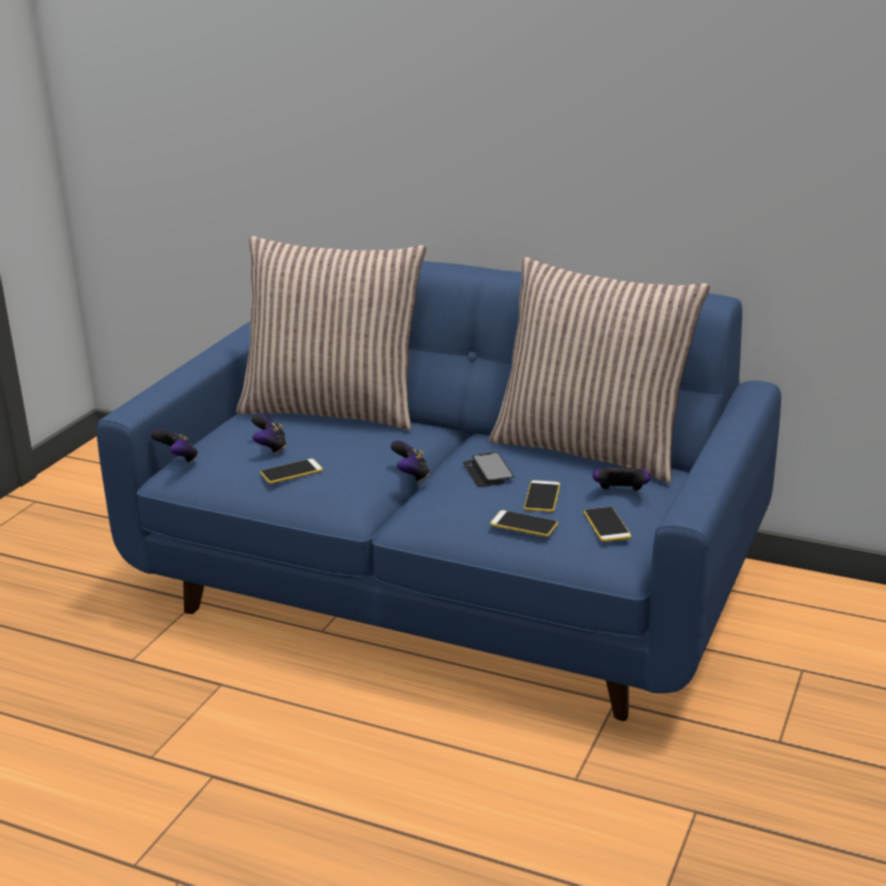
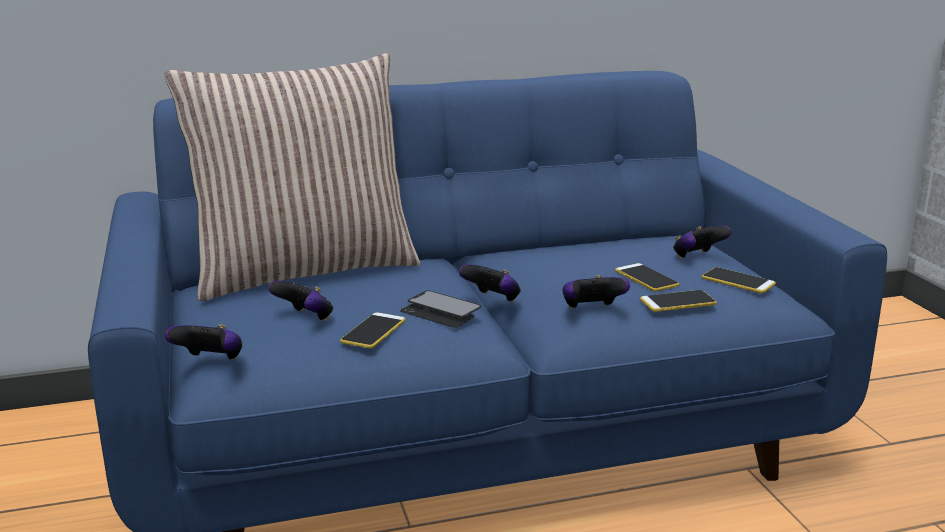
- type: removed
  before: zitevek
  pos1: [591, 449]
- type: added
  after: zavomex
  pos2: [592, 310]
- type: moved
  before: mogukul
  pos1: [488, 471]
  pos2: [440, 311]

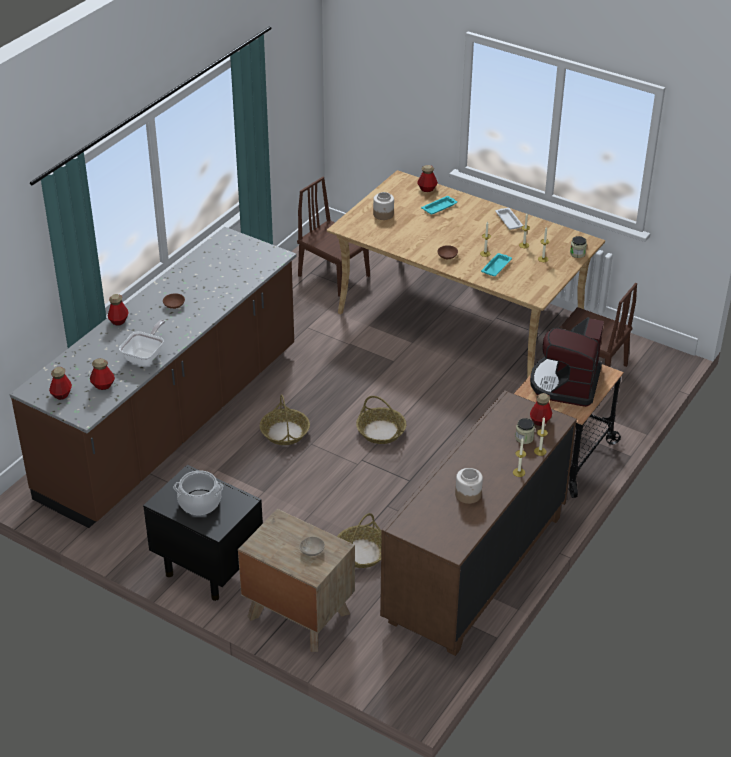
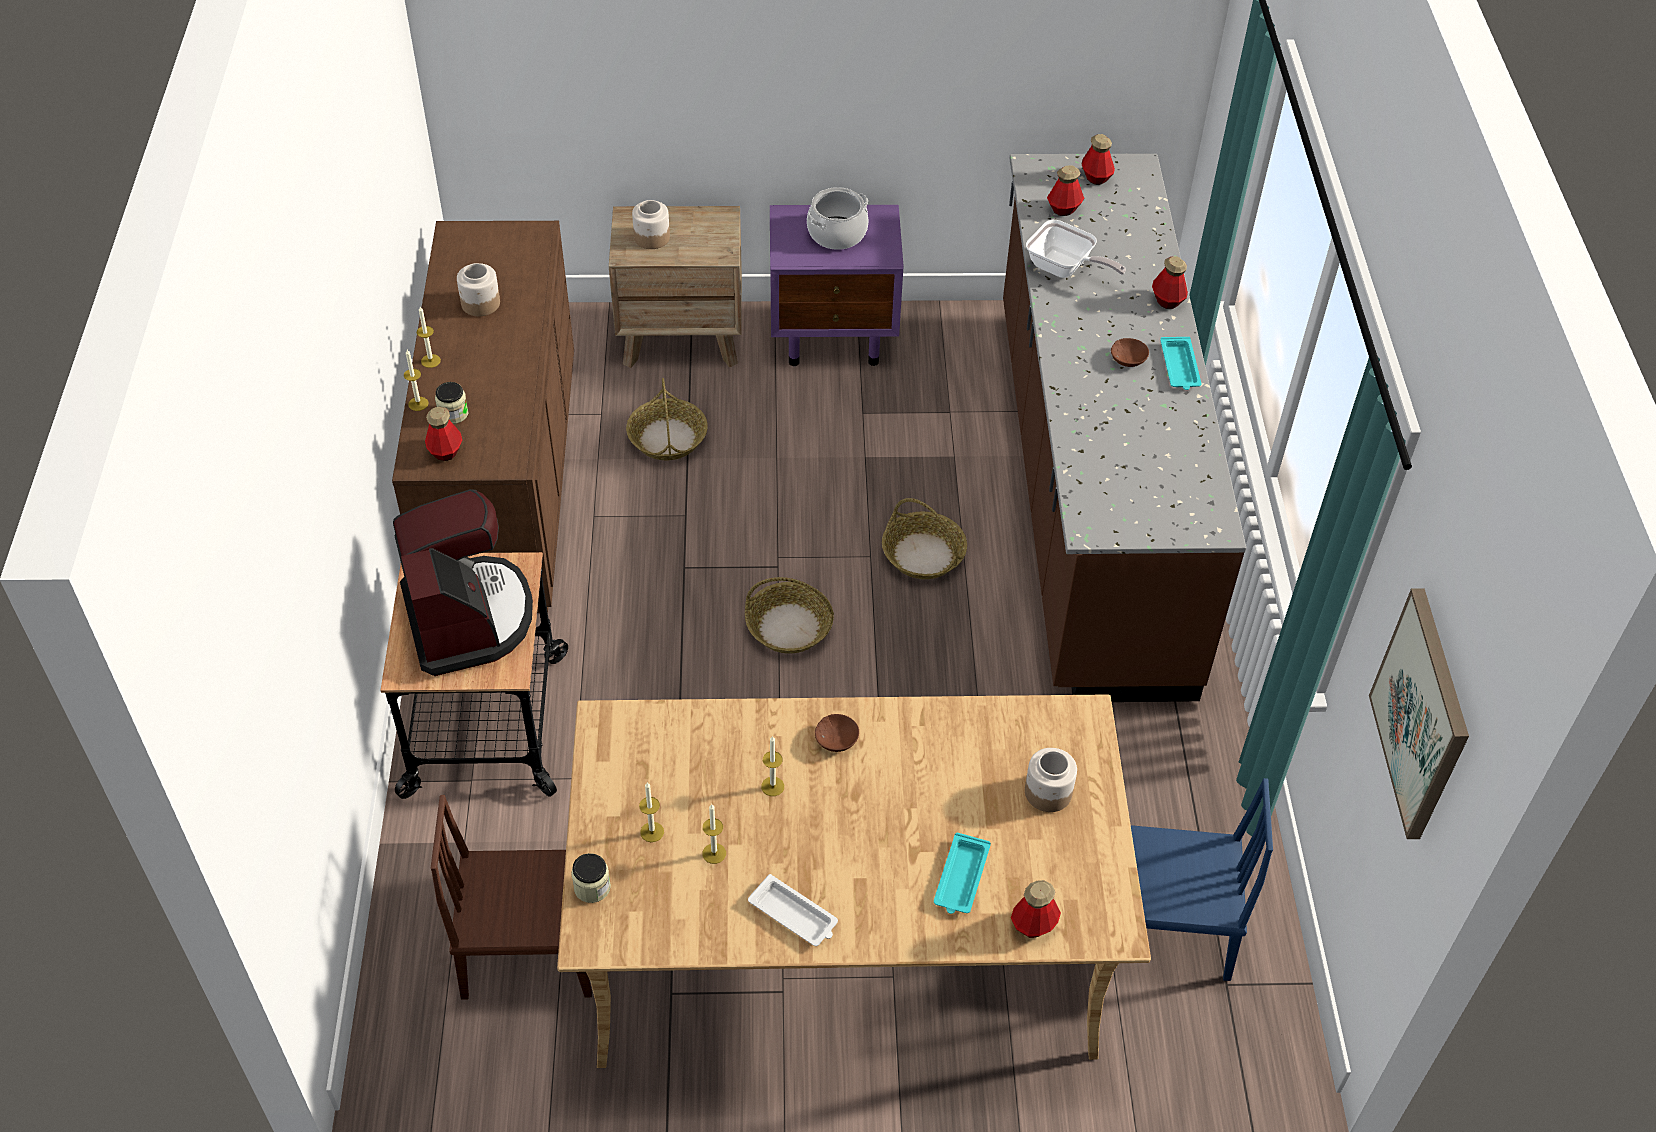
- type: added
  after: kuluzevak
  pos2: [1422, 714]
- type: moved
  before: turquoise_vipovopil
  pos1: [496, 267]
  pos2: [1179, 367]
- type: replaced
  before: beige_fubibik
  after: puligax
  pos1: [312, 551]
  pos2: [651, 238]
- type: recoloured
  before: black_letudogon
  after: purple_letudogon
  pos1: [207, 568]
  pos2: [834, 336]
- type: recoloured
  before: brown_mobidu
  after: blue_mobidu
  pos1: [334, 276]
  pos2: [1164, 928]
- type: turned
  before: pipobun
  pos1: [146, 356]
  pos2: [1064, 269]
  turn: -45

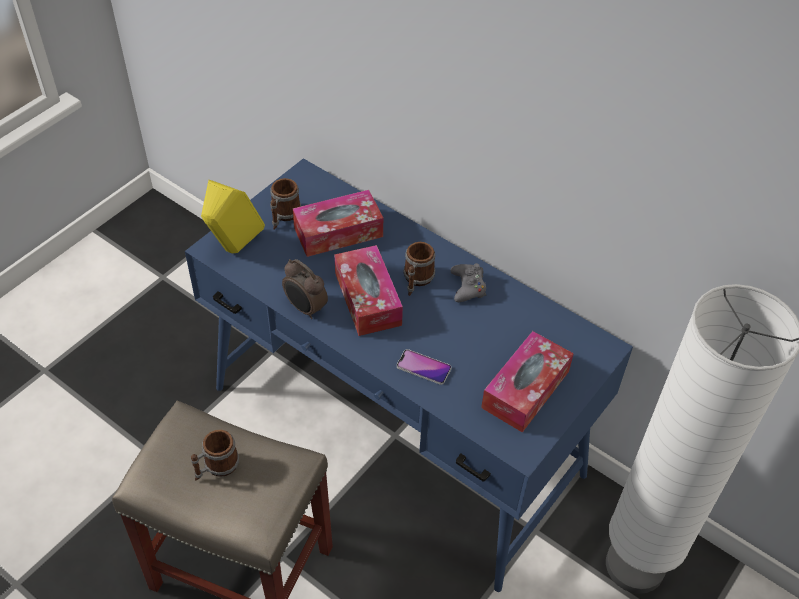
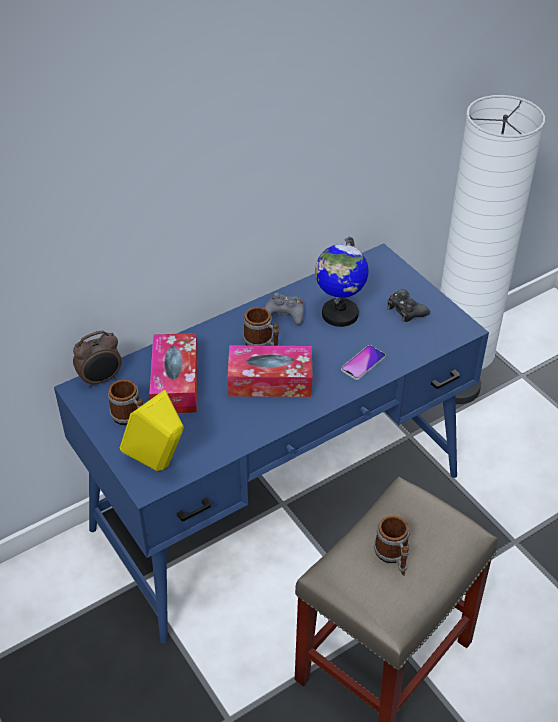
- type: added
  after: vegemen
  pos2: [339, 314]
- type: moved
  before: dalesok
  pos1: [305, 308]
  pos2: [101, 380]
- type: replaced
  before: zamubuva
  after: black_zavomex
  pos1: [525, 389]
  pos2: [406, 310]

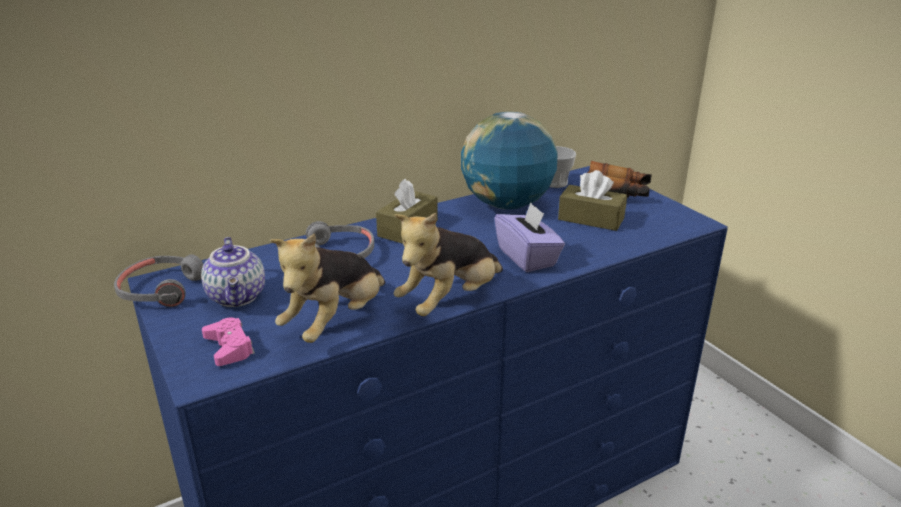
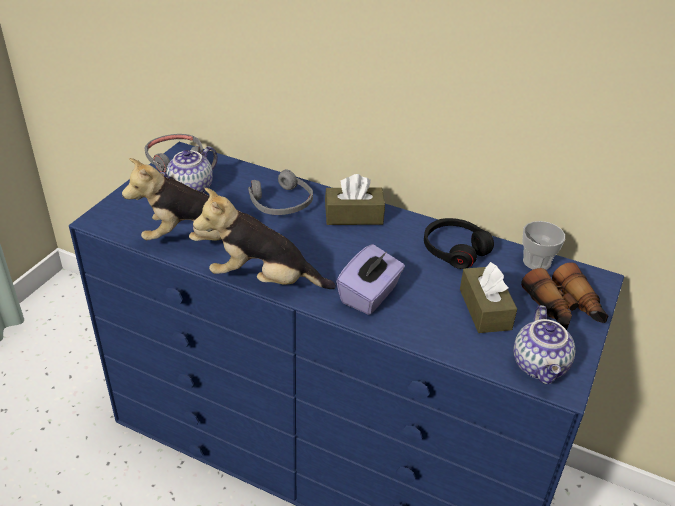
- type: removed
  before: pink_zavomex
  pos1: [229, 348]
- type: added
  after: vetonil
  pos2: [541, 366]
- type: replaced
  before: vegemen
  after: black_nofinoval
  pos1: [506, 205]
  pos2: [454, 250]

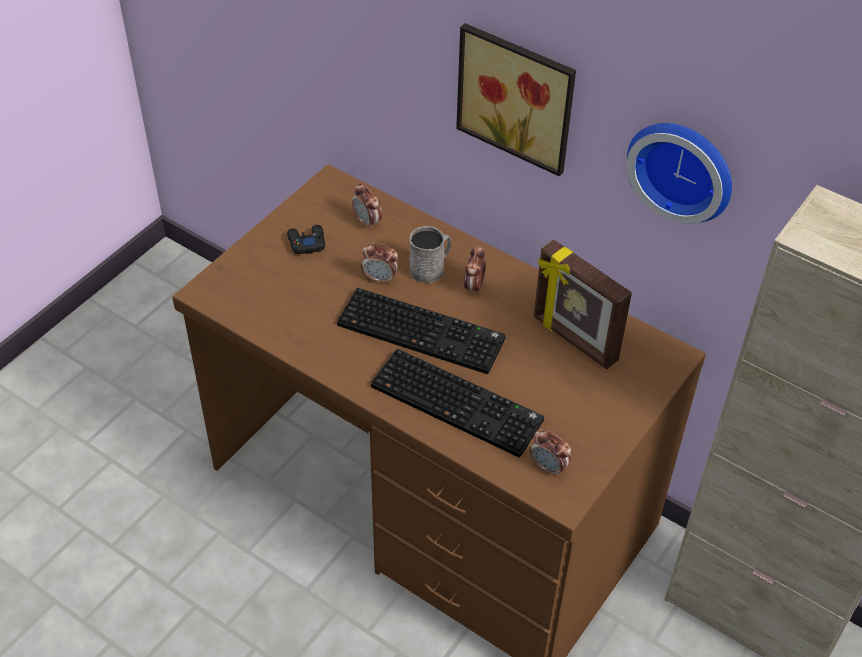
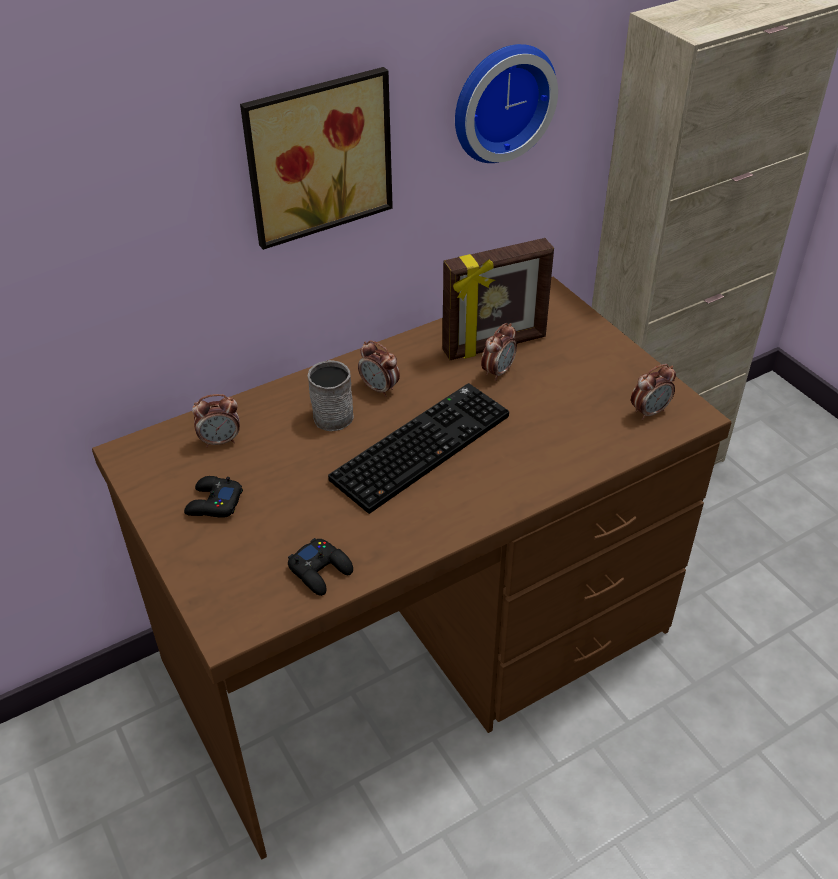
- type: removed
  before: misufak
  pos1: [459, 402]
- type: added
  after: black_zavomex
  pos2: [321, 571]
- type: moved
  before: dalesok
  pos1: [380, 278]
  pos2: [498, 372]

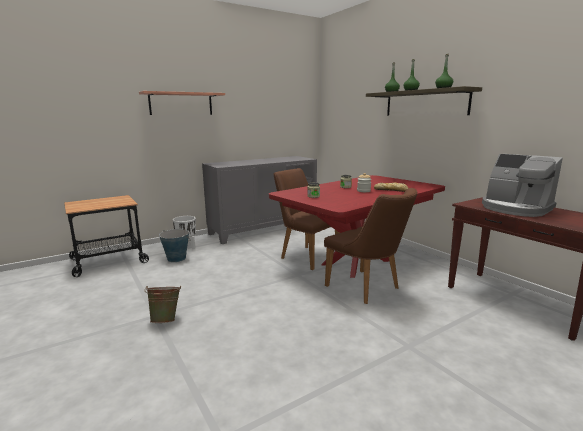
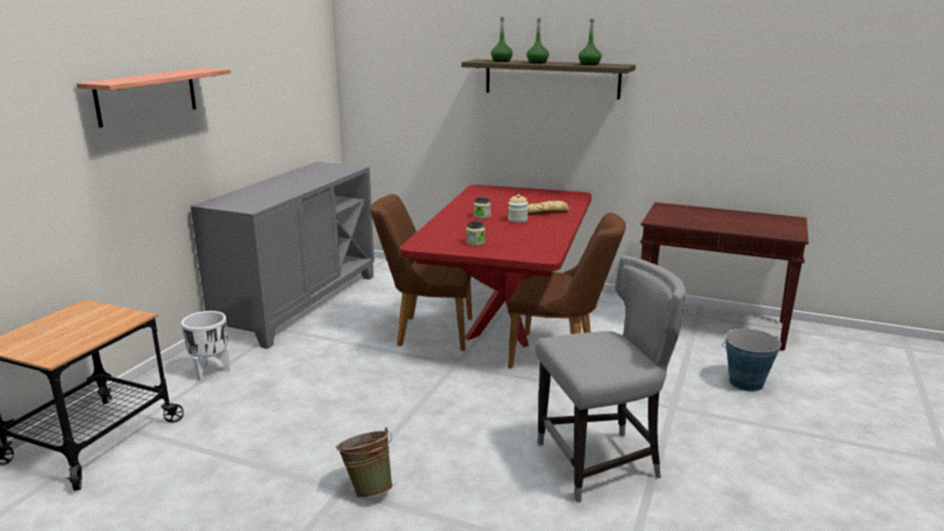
- type: removed
  before: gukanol
  pos1: [515, 208]
- type: added
  after: grey_mobidu
  pos2: [601, 463]
- type: moved
  before: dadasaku
  pos1: [176, 258]
  pos2: [745, 383]

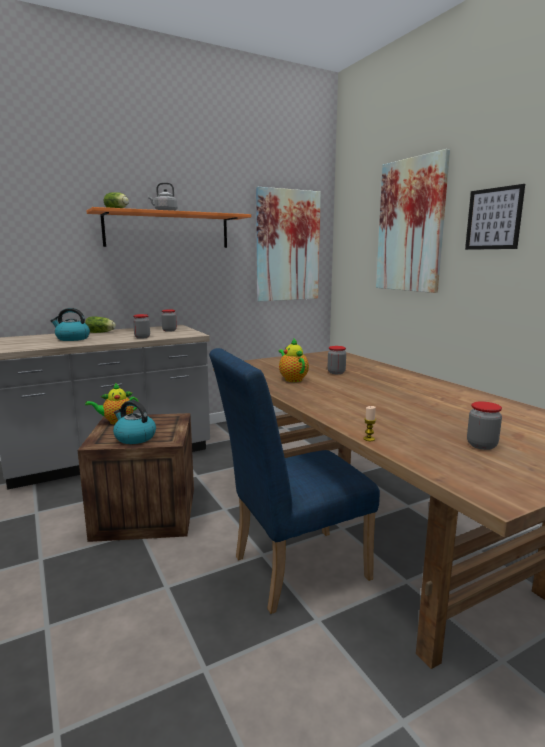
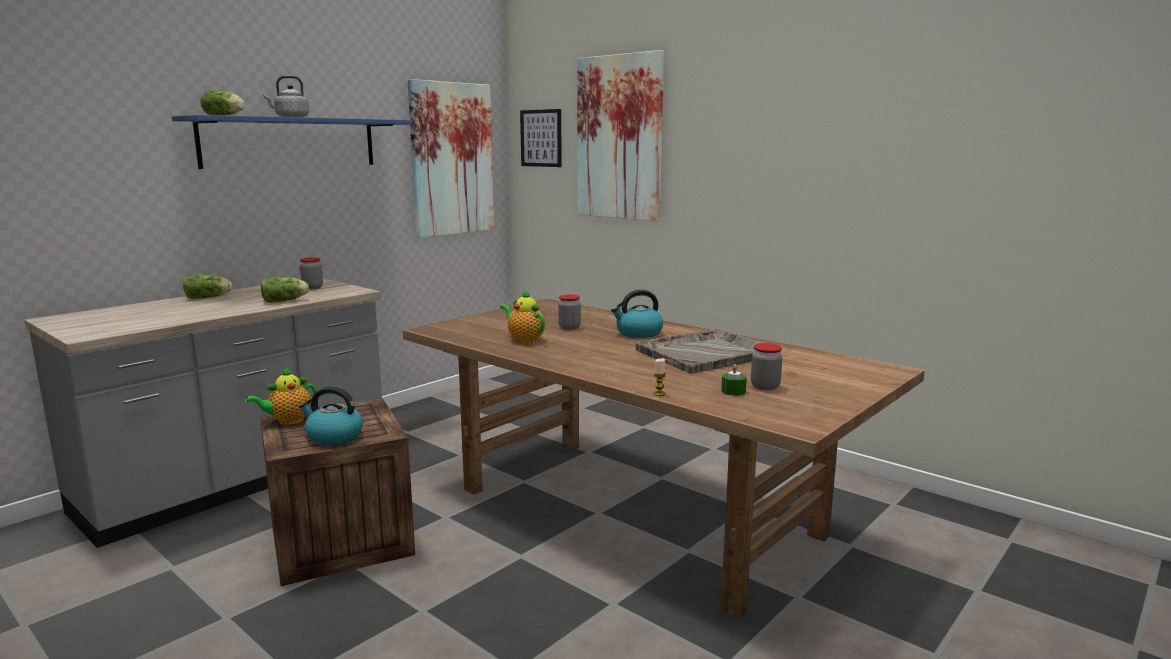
- type: removed
  before: blue_mobidu
  pos1: [291, 569]
- type: added
  after: grey_vipovopil
  pos2: [706, 353]
- type: added
  after: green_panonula
  pos2: [733, 391]
- type: moved
  before: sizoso
  pos1: [72, 339]
  pos2: [638, 333]
- type: moved
  before: kuluzevak
  pos1: [493, 219]
  pos2: [541, 138]
- type: replaced
  before: puligax
  after: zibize
  pos1: [142, 337]
  pos2: [286, 300]
- type: recoloured
  before: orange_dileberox
  after: blue_dileberox
  pos1: [167, 230]
  pos2: [290, 142]

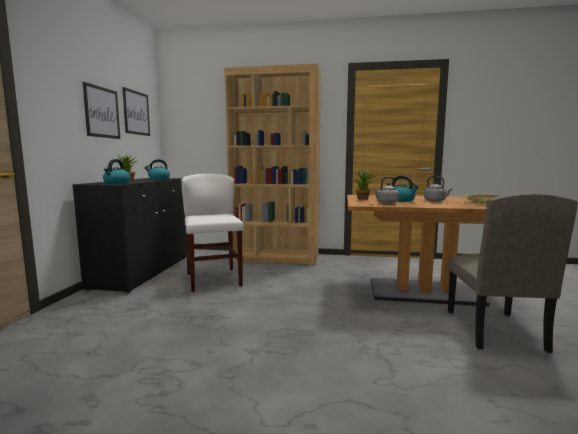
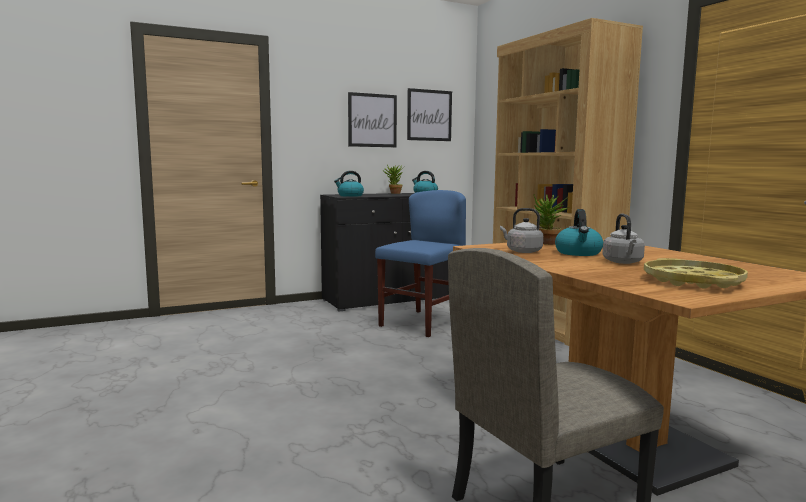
- type: recoloured
  before: white_mobidu
  after: blue_mobidu
  pos1: [213, 279]
  pos2: [423, 323]

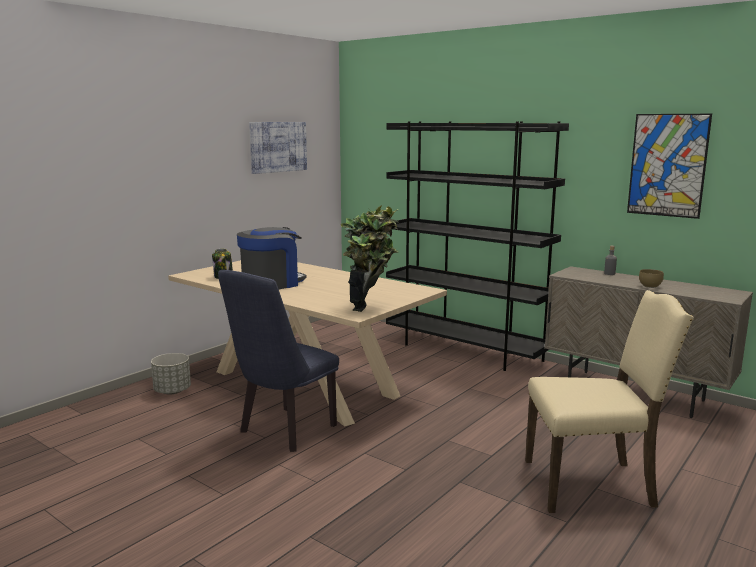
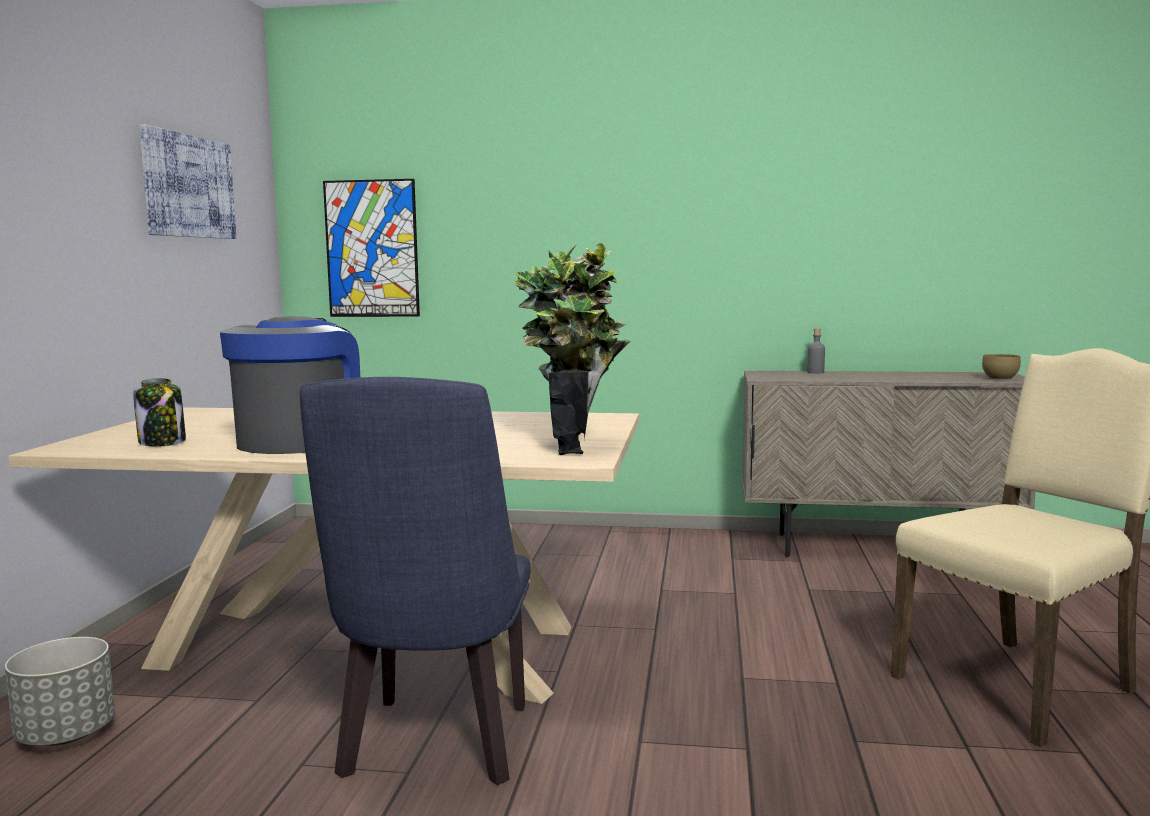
- type: removed
  before: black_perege
  pos1: [465, 351]
- type: moved
  before: kuluzevak
  pos1: [667, 165]
  pos2: [372, 249]
- type: moved
  before: brown_fubibik
  pos1: [650, 286]
  pos2: [999, 378]

